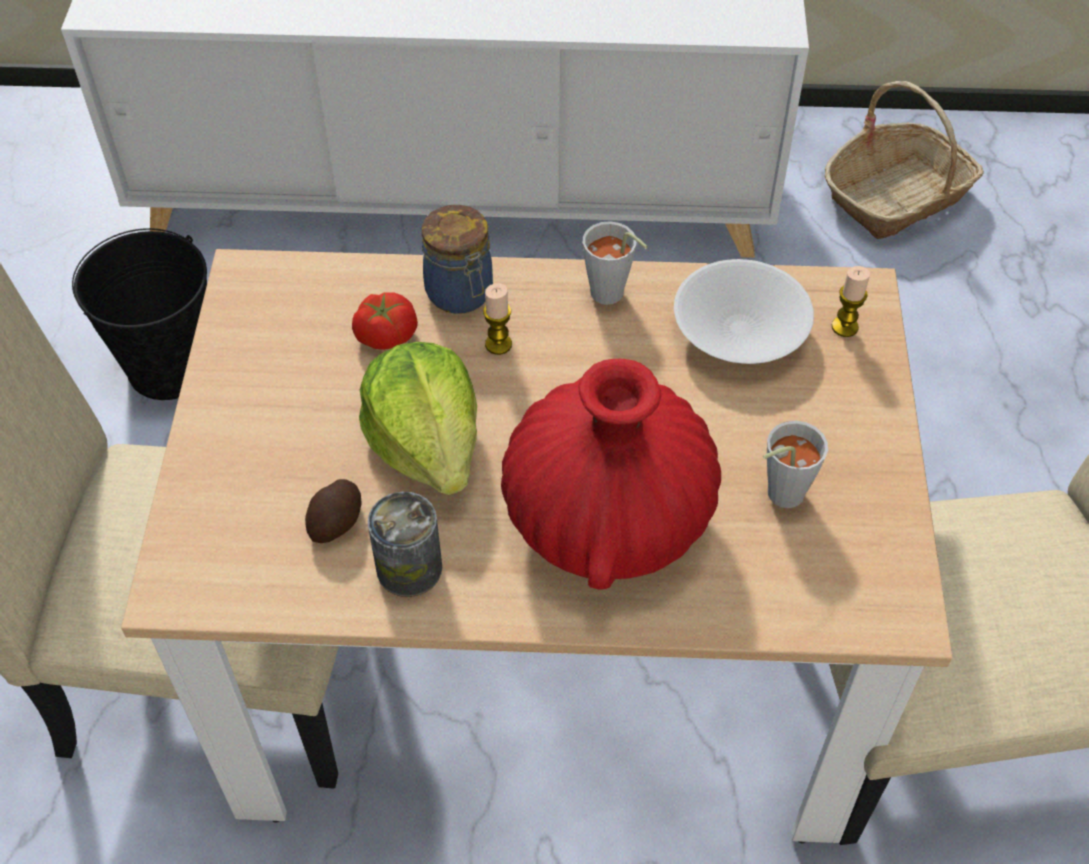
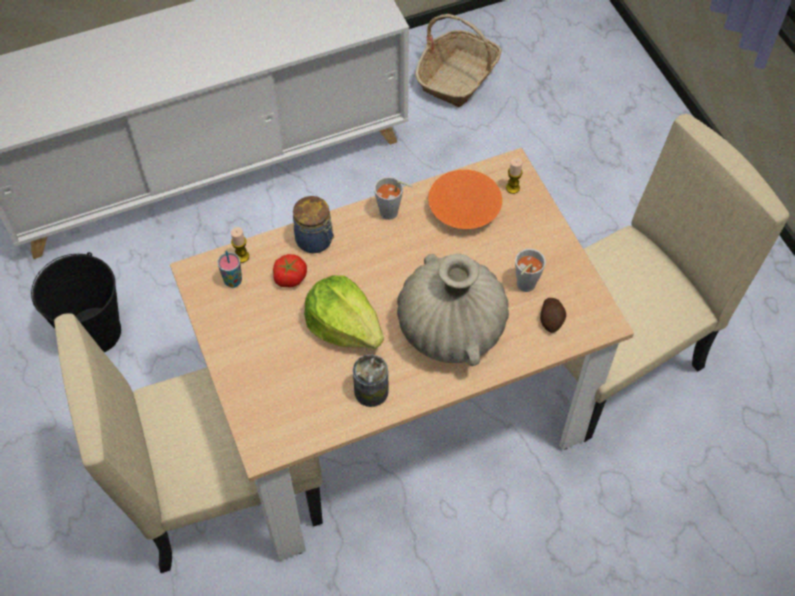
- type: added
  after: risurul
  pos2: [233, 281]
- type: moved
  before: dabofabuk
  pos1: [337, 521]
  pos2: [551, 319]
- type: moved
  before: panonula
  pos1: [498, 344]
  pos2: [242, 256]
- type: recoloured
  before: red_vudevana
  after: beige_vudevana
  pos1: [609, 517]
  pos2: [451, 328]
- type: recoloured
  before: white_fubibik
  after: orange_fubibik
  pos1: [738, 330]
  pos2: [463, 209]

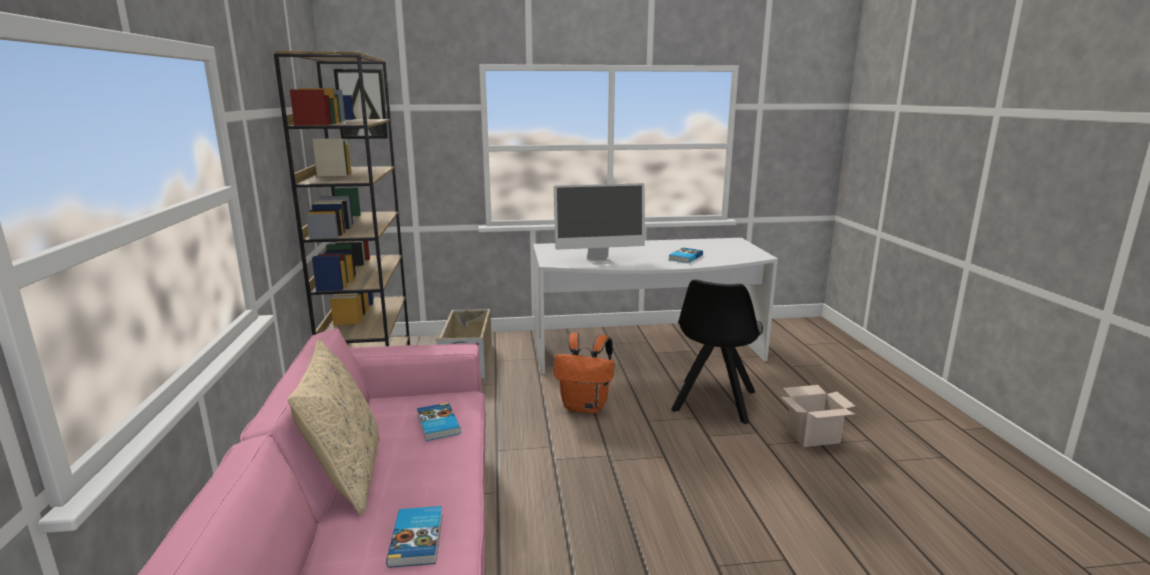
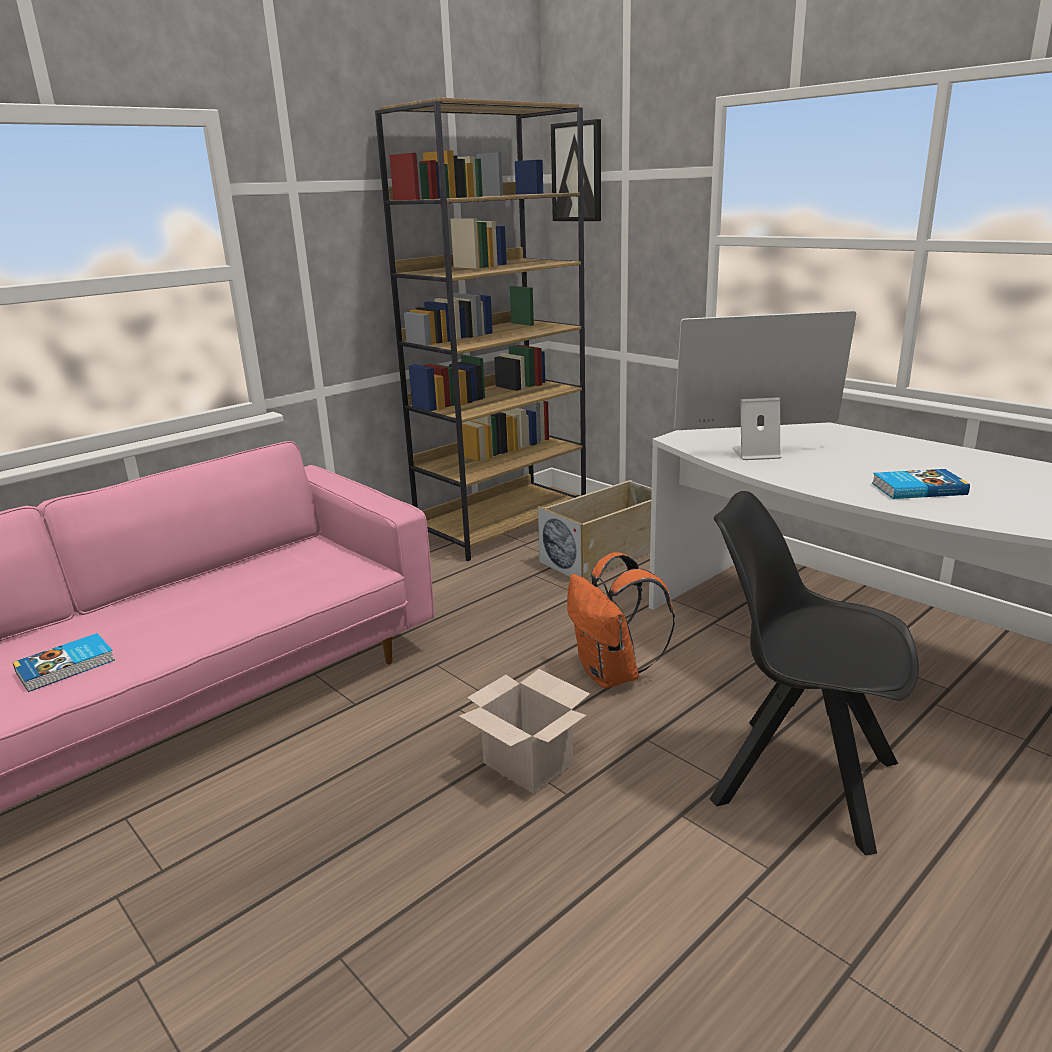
- type: removed
  before: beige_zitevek
  pos1: [346, 477]
- type: removed
  before: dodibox
  pos1: [437, 425]
- type: moved
  before: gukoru
  pos1: [813, 436]
  pos2: [530, 763]
- type: turned
  before: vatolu
  pos1: [599, 260]
  pos2: [755, 453]
  turn: 135
- type: turned
  before: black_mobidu
  pos1: [713, 402]
  pos2: [799, 780]
  turn: 45

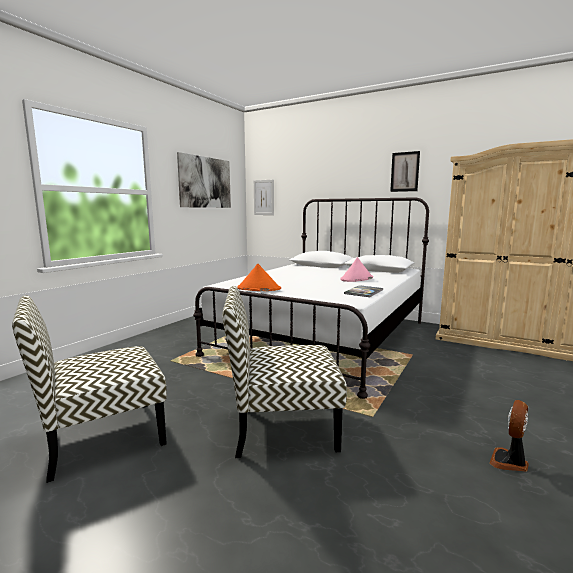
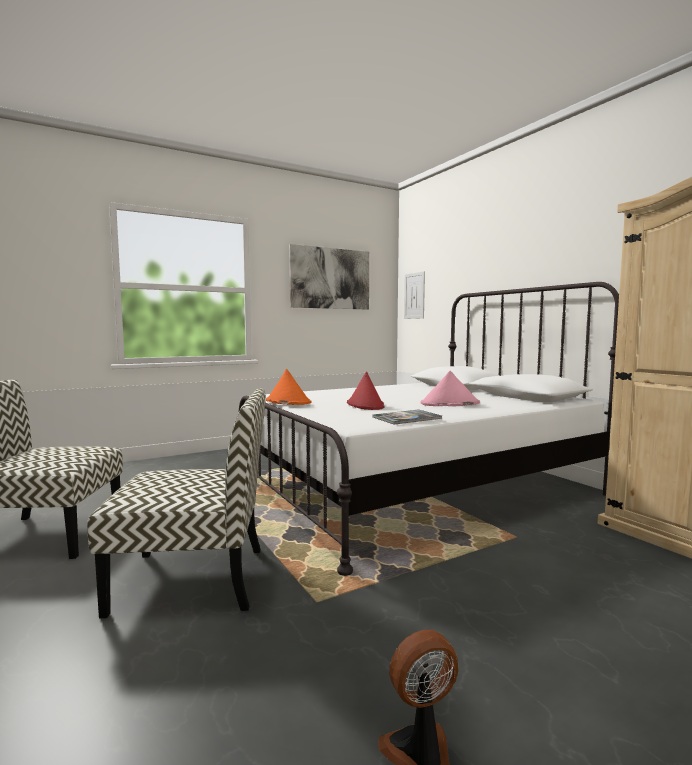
- type: removed
  before: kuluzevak
  pos1: [405, 172]
- type: added
  after: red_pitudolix
  pos2: [365, 405]
- type: turned
  before: mobidu
  pos1: [282, 428]
  pos2: [194, 579]
  turn: 150

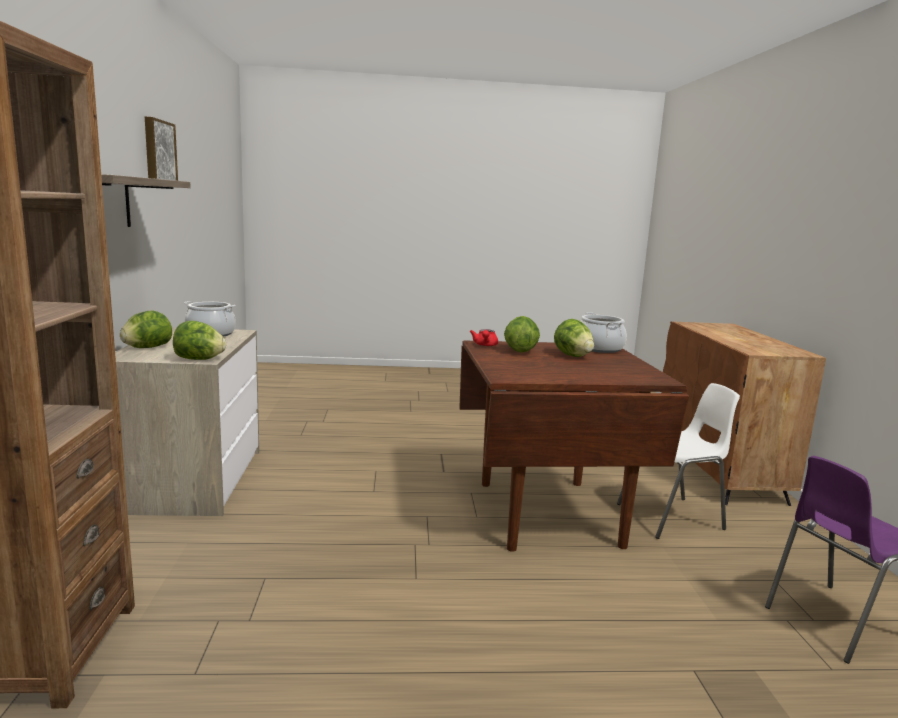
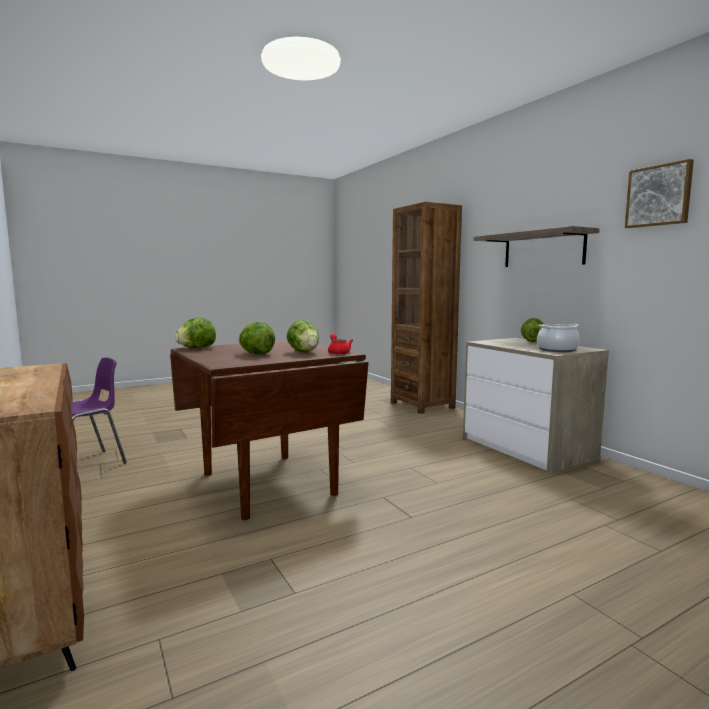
- type: removed
  before: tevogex
  pos1: [599, 348]
- type: removed
  before: white_mobidu
  pos1: [673, 517]
- type: moved
  before: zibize
  pos1: [199, 359]
  pos2: [196, 348]

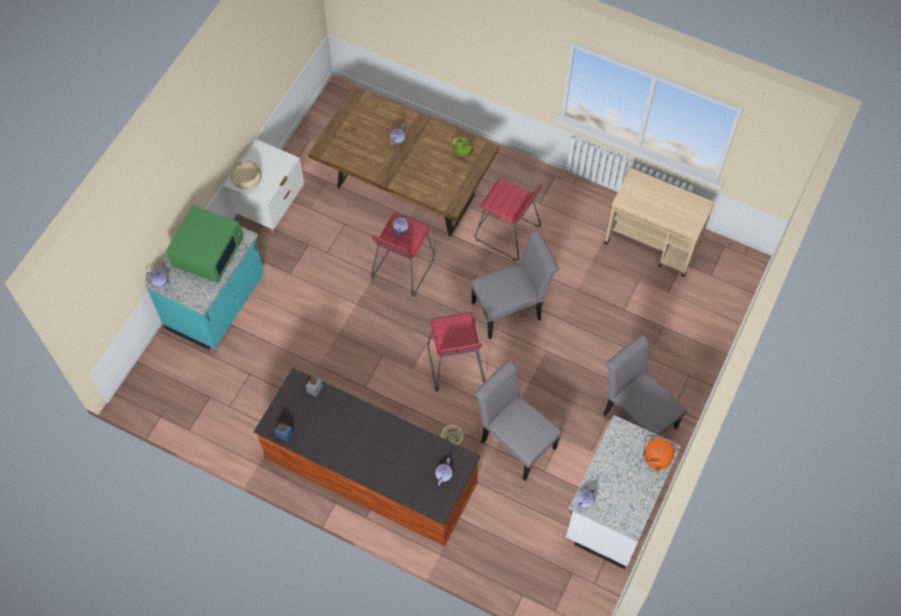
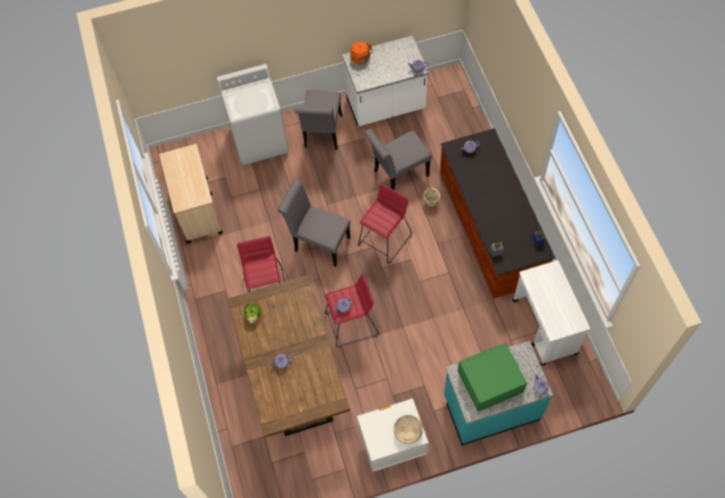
- type: added
  after: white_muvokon
  pos2: [260, 140]
- type: added
  after: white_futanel
  pos2: [544, 327]
- type: turned
  before: grey_mobidu
  pos1: [514, 441]
  pos2: [398, 175]
  turn: 60

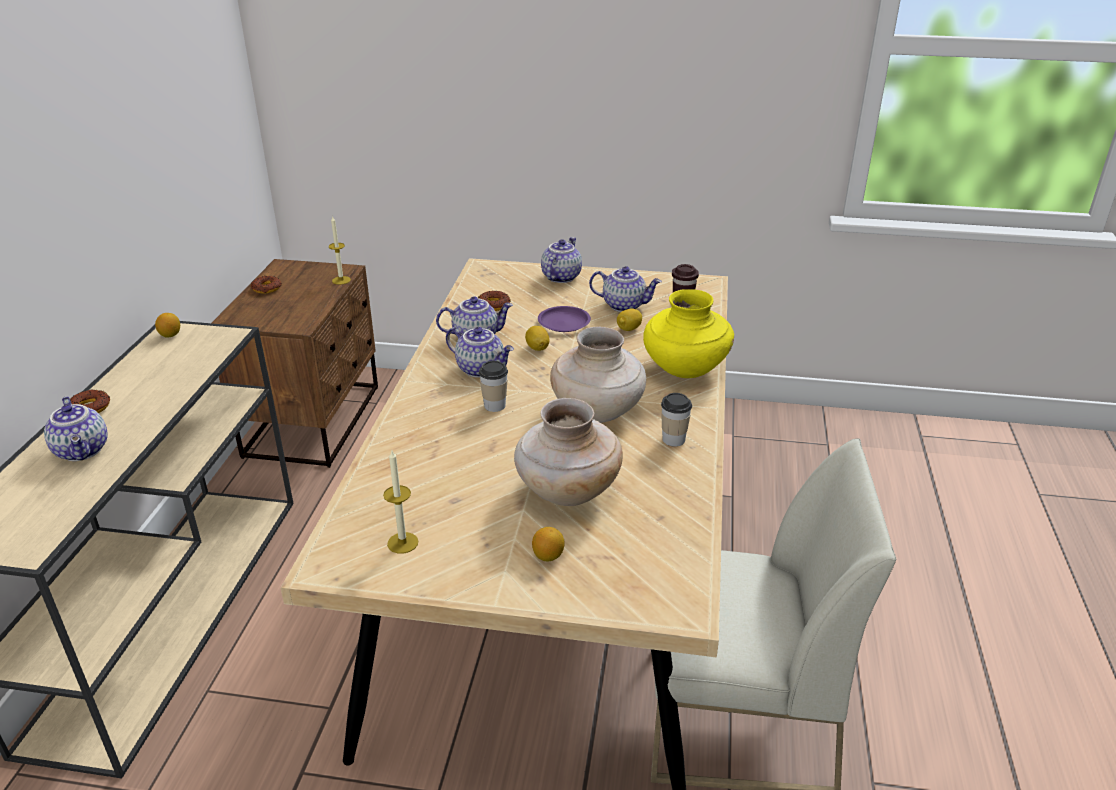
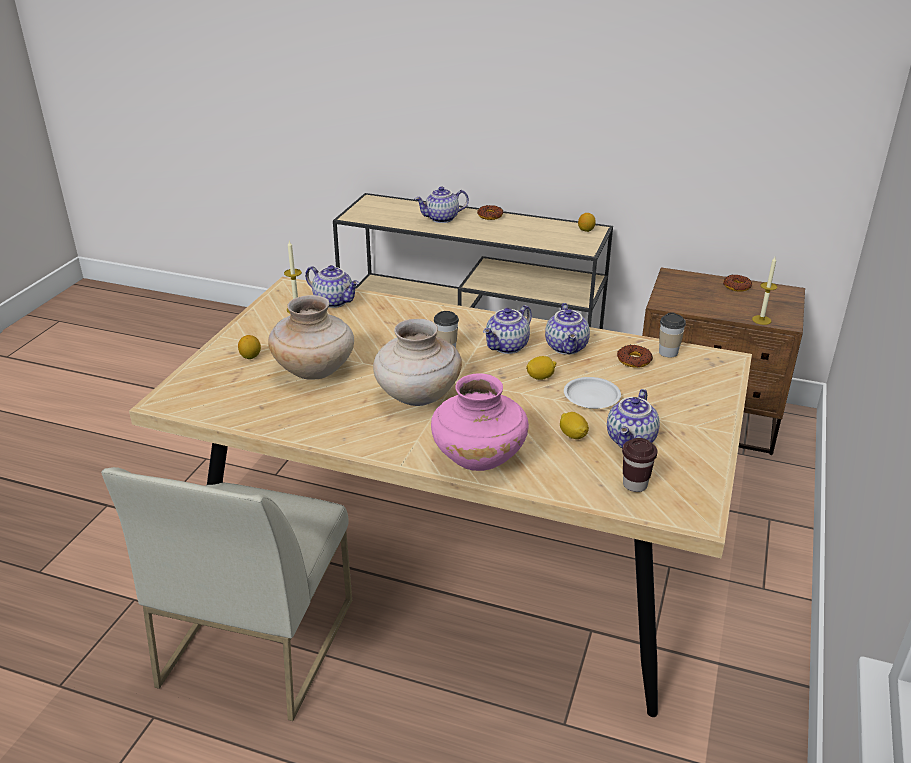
- type: moved
  before: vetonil
  pos1: [560, 277]
  pos2: [334, 301]
- type: moved
  before: risurul
  pos1: [673, 439]
  pos2: [668, 352]
- type: recoloured
  before: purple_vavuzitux
  after: white_vavuzitux
  pos1: [564, 322]
  pos2: [592, 397]
- type: recoloured
  before: yellow_vudevana
  after: pink_vudevana
  pos1: [684, 369]
  pos2: [478, 458]

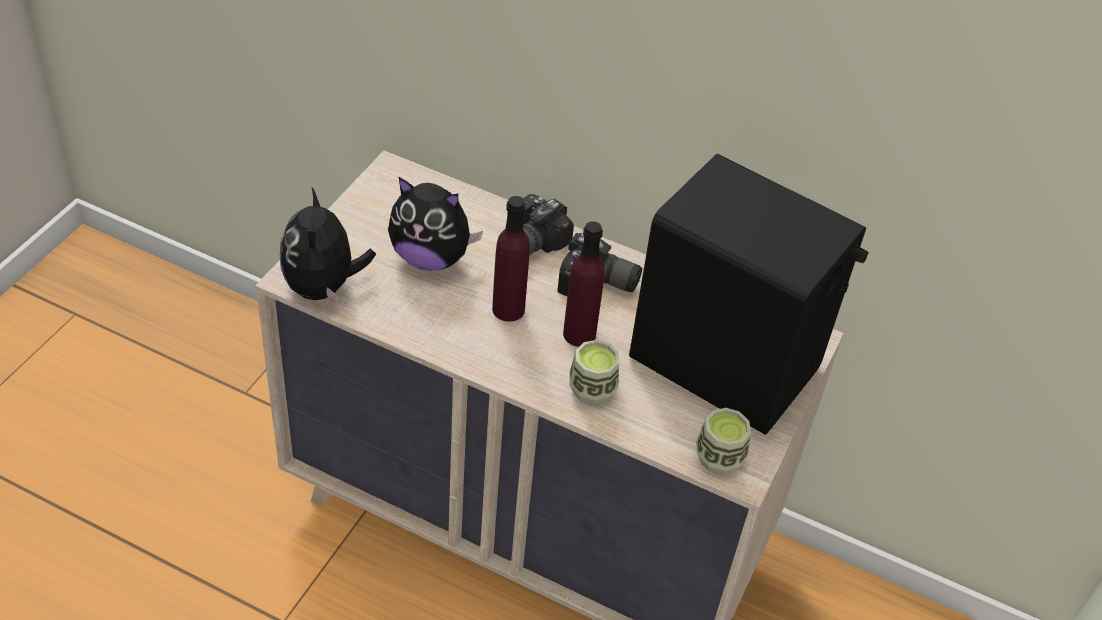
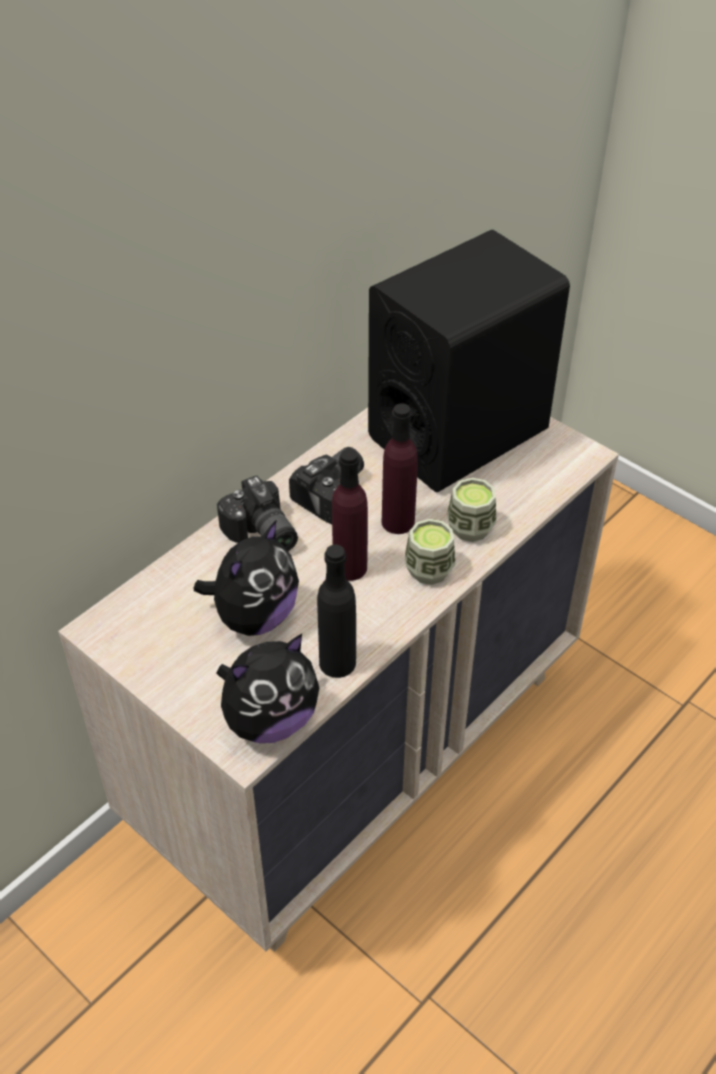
- type: added
  after: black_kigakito
  pos2: [337, 662]
- type: moved
  before: risurul
  pos1: [719, 458]
  pos2: [429, 570]
- type: turned
  before: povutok
  pos1: [323, 287]
  pos2: [270, 720]
  turn: -45

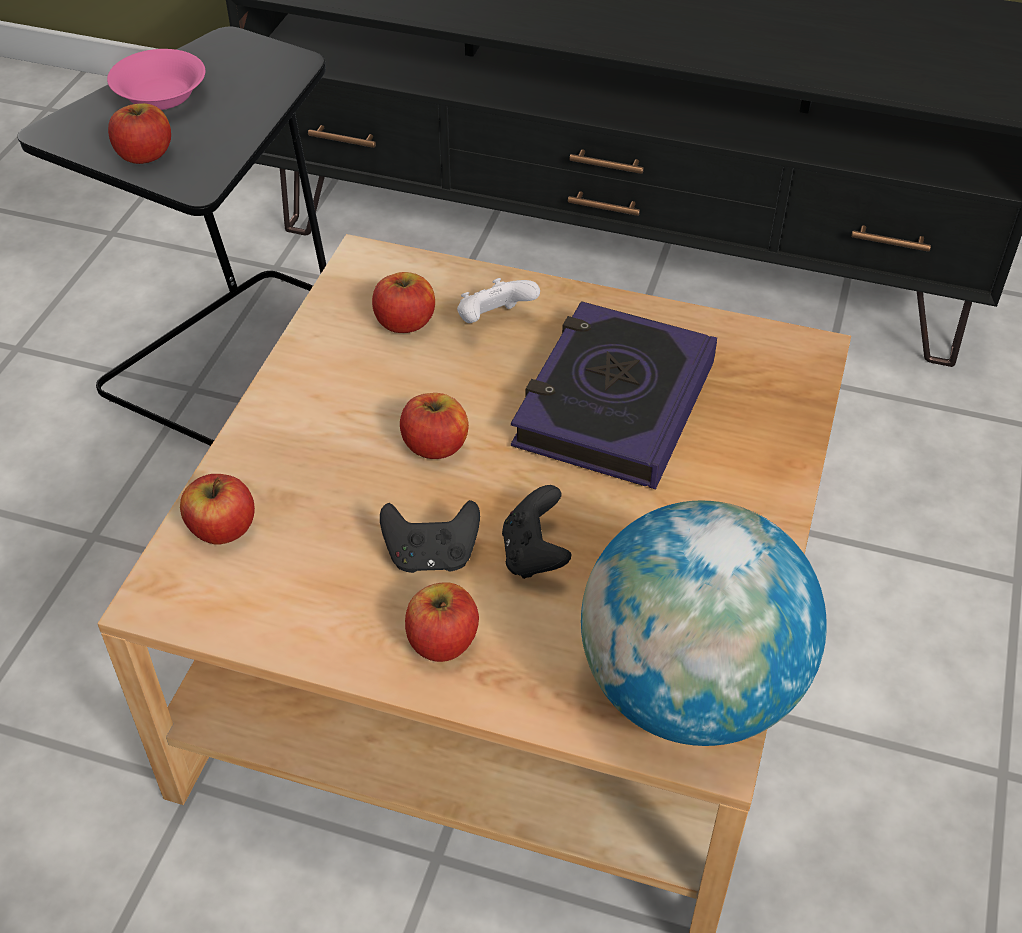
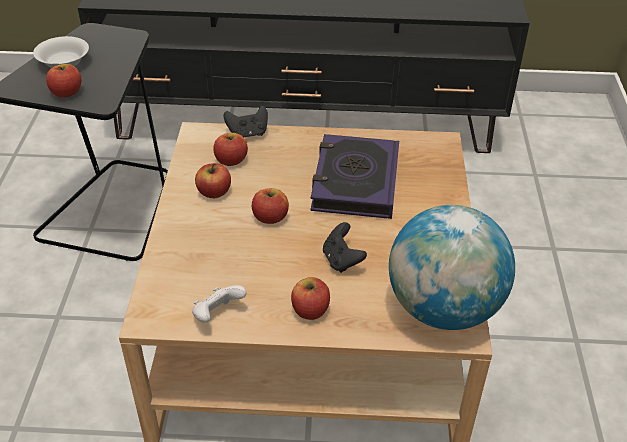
- type: moved
  before: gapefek
  pos1: [222, 529]
  pos2: [214, 192]
- type: moved
  before: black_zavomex
  pos1: [431, 556]
  pos2: [248, 134]
- type: moved
  before: white_zavomex
  pos1: [494, 321]
  pos2: [217, 315]
- type: recoloured
  before: pink_fubibik
  after: white_fubibik
  pos1: [160, 97]
  pos2: [63, 63]

